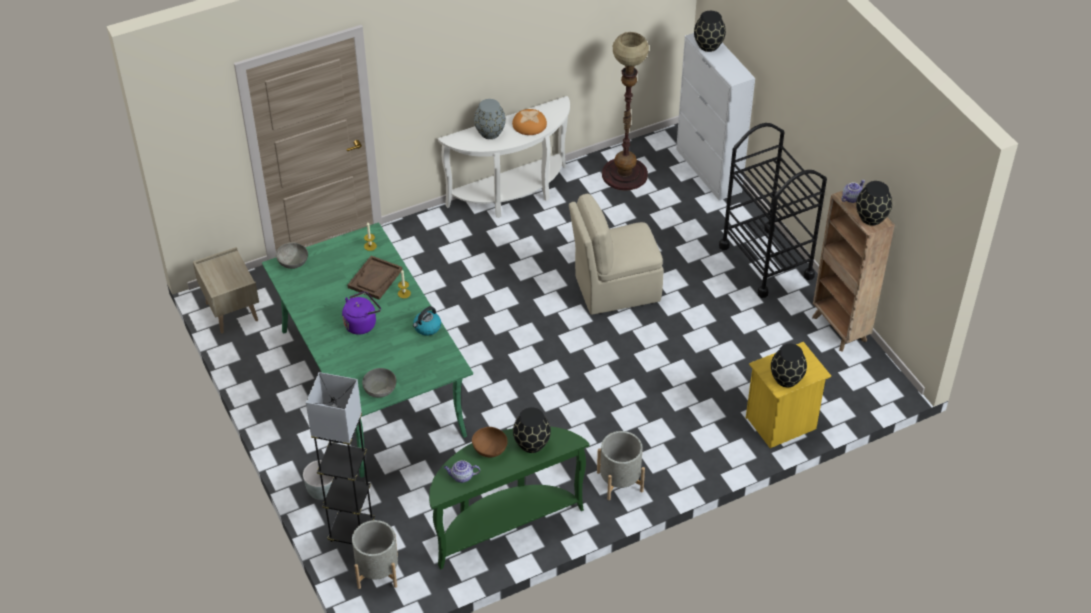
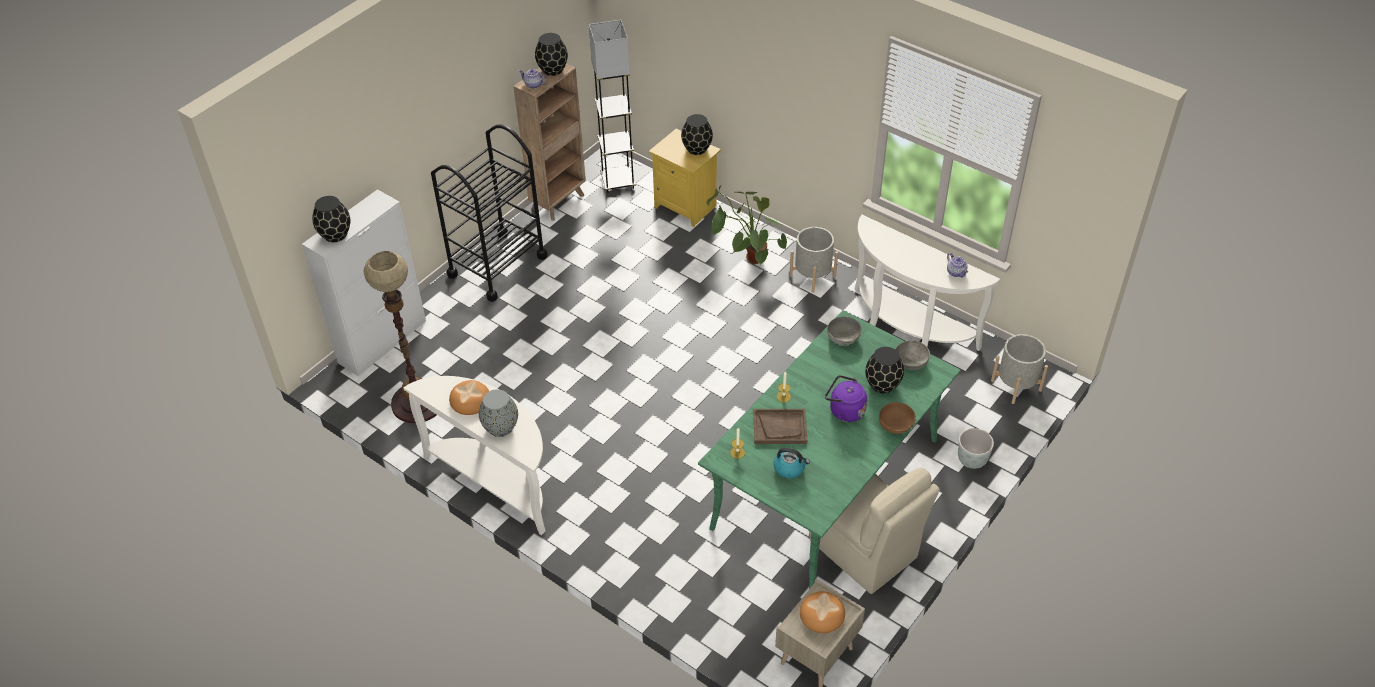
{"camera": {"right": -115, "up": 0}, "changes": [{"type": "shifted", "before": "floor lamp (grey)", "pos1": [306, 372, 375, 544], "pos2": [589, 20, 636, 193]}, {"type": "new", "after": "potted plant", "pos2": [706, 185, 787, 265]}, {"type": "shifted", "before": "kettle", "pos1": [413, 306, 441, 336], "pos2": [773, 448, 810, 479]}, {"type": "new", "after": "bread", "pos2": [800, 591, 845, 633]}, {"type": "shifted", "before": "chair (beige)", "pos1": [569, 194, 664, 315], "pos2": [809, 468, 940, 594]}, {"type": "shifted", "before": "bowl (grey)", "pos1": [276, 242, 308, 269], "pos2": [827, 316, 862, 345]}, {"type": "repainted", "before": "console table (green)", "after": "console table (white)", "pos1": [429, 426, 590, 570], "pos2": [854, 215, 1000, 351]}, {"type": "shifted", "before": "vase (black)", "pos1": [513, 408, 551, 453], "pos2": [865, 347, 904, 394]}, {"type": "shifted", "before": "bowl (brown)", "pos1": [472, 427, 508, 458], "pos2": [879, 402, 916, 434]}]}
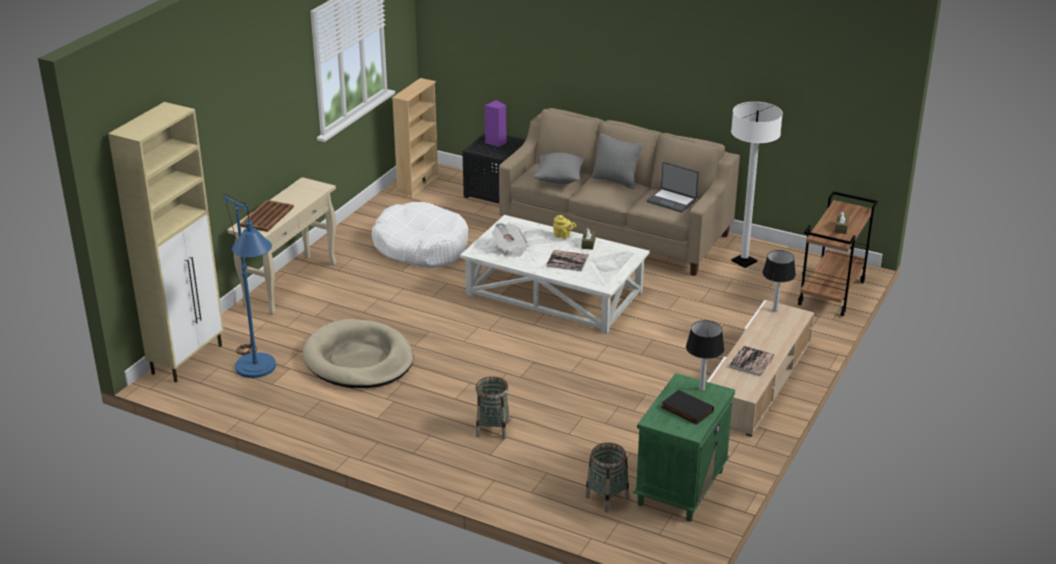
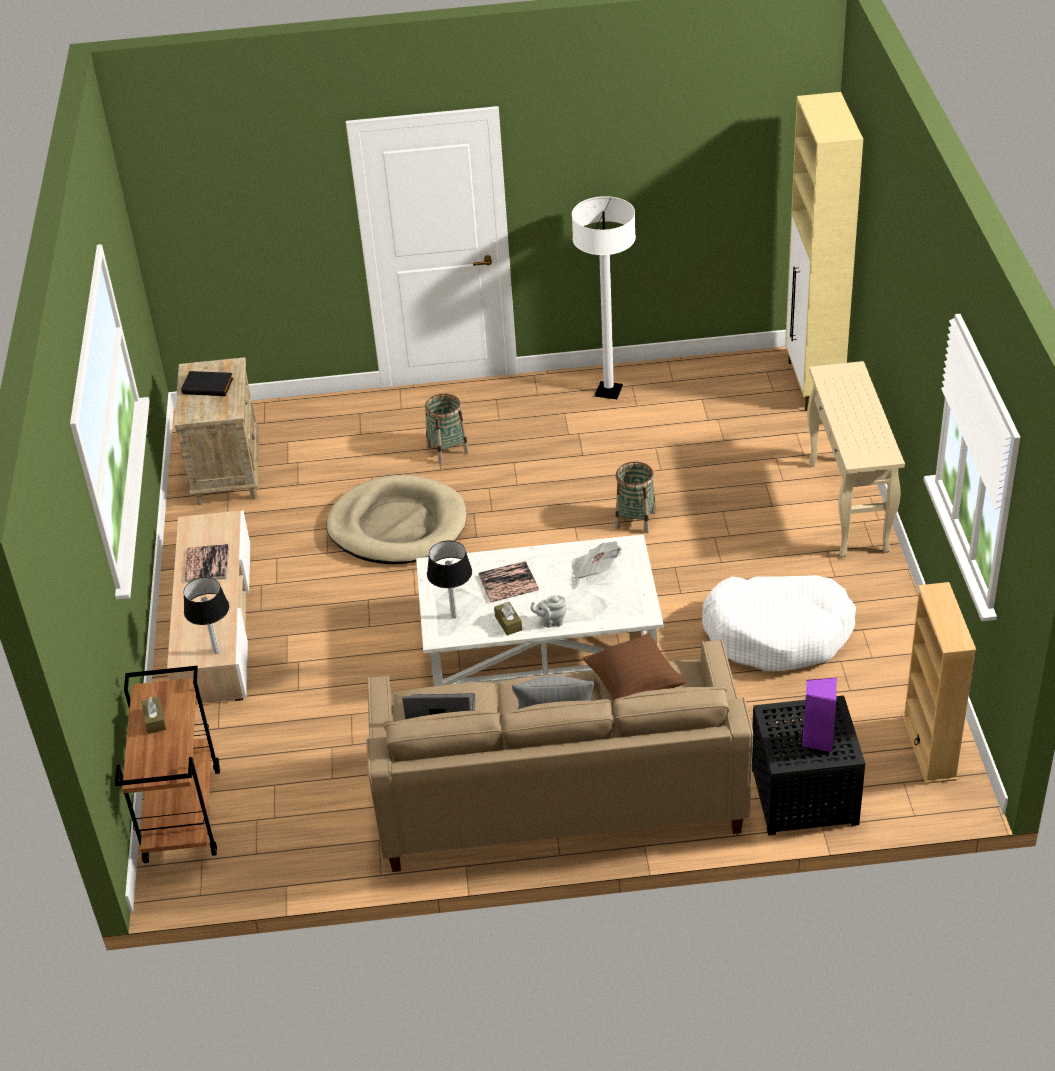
{"camera": {"right": 150, "up": 10}, "changes": [{"type": "repainted", "before": "nightstand (green)", "after": "nightstand (beige)", "pos1": [633, 373, 735, 522], "pos2": [174, 357, 259, 505]}, {"type": "shifted", "before": "dog bed (beige)", "pos1": [303, 319, 414, 388], "pos2": [327, 475, 467, 564]}, {"type": "shifted", "before": "table lamp", "pos1": [686, 320, 724, 391], "pos2": [427, 541, 472, 618]}, {"type": "repainted", "before": "teapot (yellow)", "after": "teapot (grey)", "pos1": [553, 215, 576, 239], "pos2": [530, 595, 567, 628]}, {"type": "shifted", "before": "floor lamp (white)", "pos1": [731, 102, 783, 268], "pos2": [572, 196, 636, 399]}, {"type": "repainted", "before": "pillow (grey)", "after": "pillow (brown)", "pos1": [533, 153, 585, 184], "pos2": [583, 633, 686, 700]}, {"type": "shifted", "before": "basket", "pos1": [585, 443, 629, 512], "pos2": [615, 462, 656, 533]}, {"type": "gone", "before": "floor lamp (blue)", "pos1": [224, 194, 276, 378]}, {"type": "gone", "before": "tray (brown)", "pos1": [240, 200, 294, 232]}]}
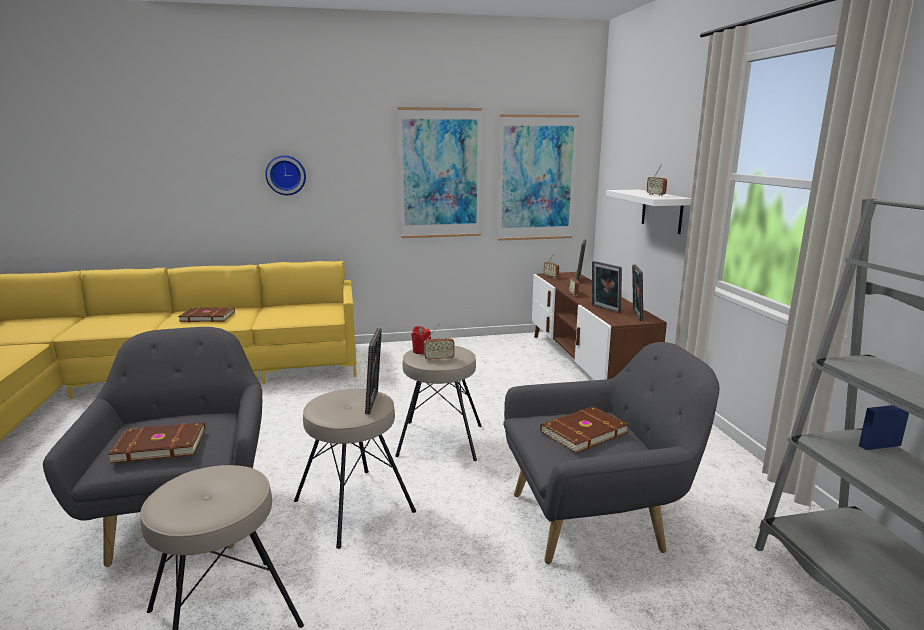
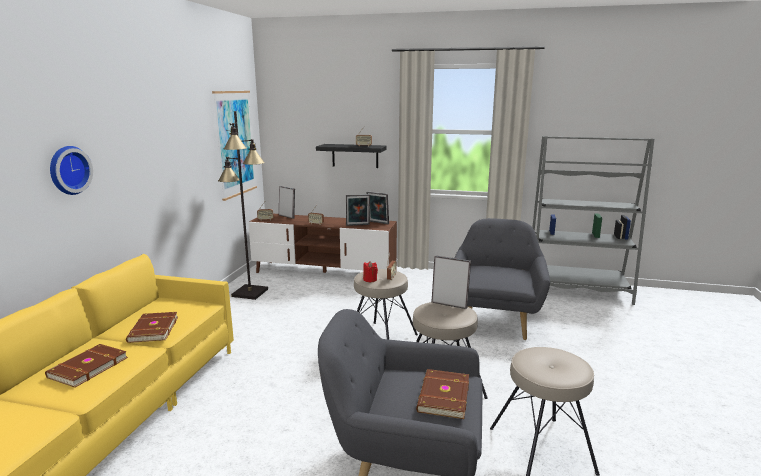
{"camera": {"right": -65, "up": 0}, "changes": [{"type": "shifted", "before": "book (brown)", "pos1": [540, 406, 629, 453], "pos2": [126, 312, 178, 343]}, {"type": "new", "after": "floor lamp (black)", "pos2": [218, 111, 268, 300]}, {"type": "repainted", "before": "shelf (white)", "after": "shelf (black)", "pos1": [606, 190, 691, 234], "pos2": [316, 144, 387, 168]}, {"type": "gone", "before": "picture", "pos1": [397, 107, 482, 238]}]}
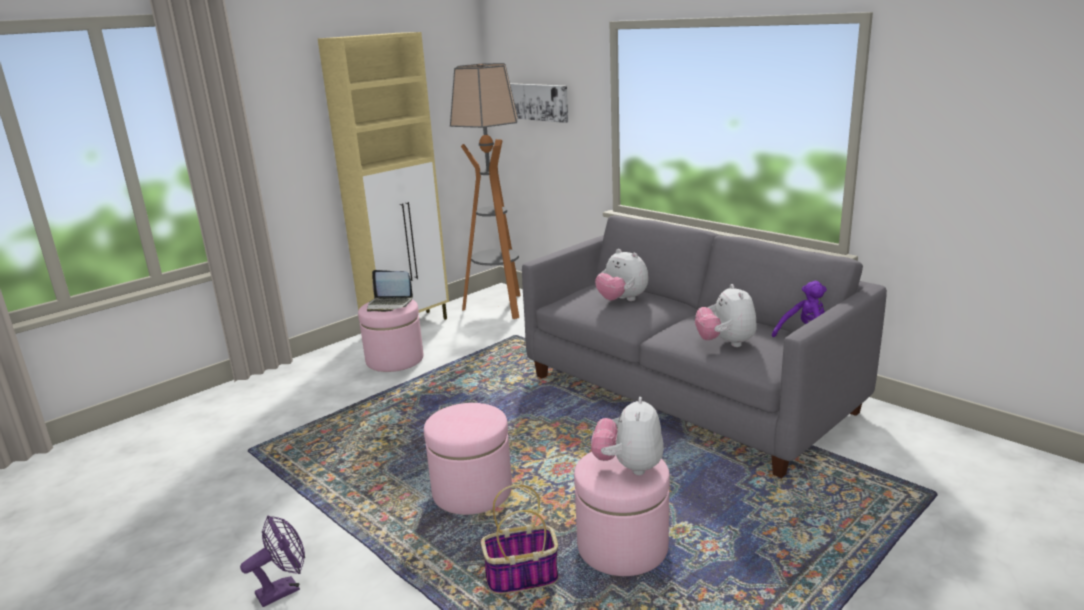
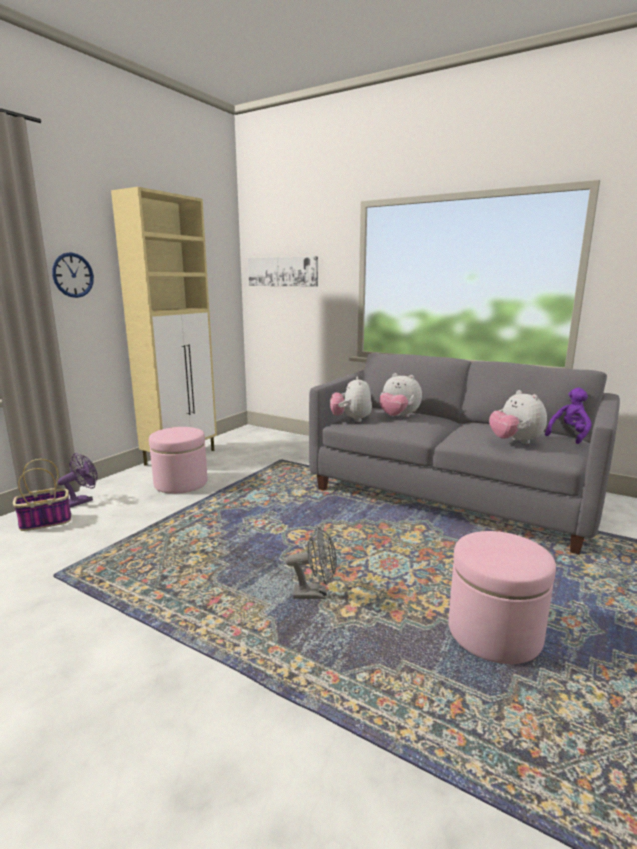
{"camera": {"right": -15, "up": -5}, "changes": [{"type": "shifted", "before": "basket", "pos1": [481, 484, 558, 594], "pos2": [13, 459, 71, 531]}, {"type": "new", "after": "wall clock", "pos2": [52, 252, 94, 298]}, {"type": "shifted", "before": "fan (purple)", "pos1": [240, 515, 305, 607], "pos2": [58, 453, 98, 507]}, {"type": "swapped", "before": "ottoman (pink)", "after": "fan (grey)", "pos1": [424, 403, 512, 515], "pos2": [285, 527, 337, 599]}, {"type": "shifted", "before": "plush toy", "pos1": [591, 397, 664, 475], "pos2": [330, 376, 372, 422]}, {"type": "gone", "before": "laptop", "pos1": [367, 270, 413, 312]}, {"type": "gone", "before": "floor lamp", "pos1": [450, 63, 521, 319]}]}
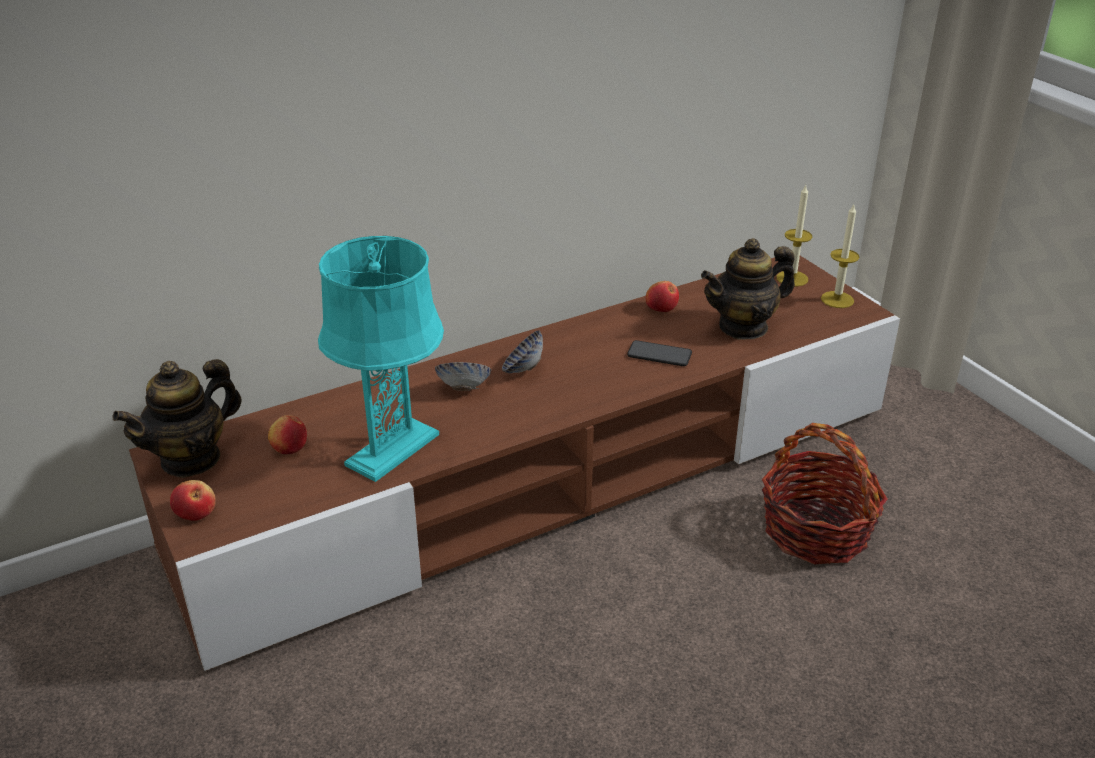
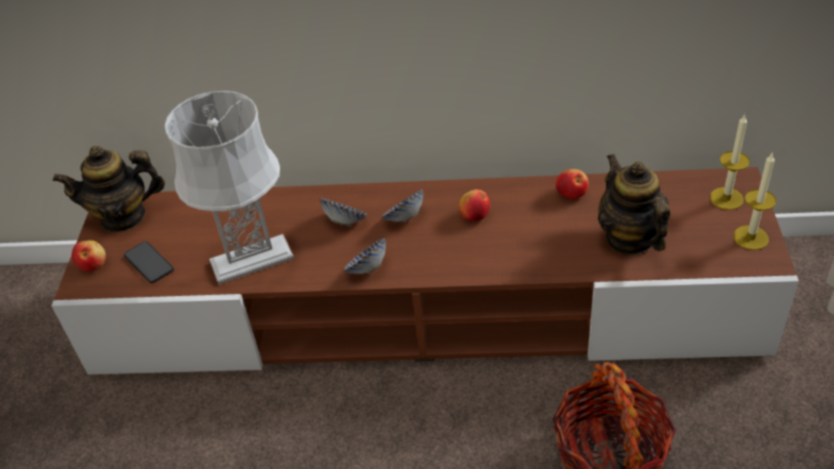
{"camera": {"right": 35, "up": 10}, "changes": [{"type": "shifted", "before": "phone", "pos1": [627, 340, 692, 366], "pos2": [124, 241, 174, 283]}, {"type": "repainted", "before": "table lamp (turquoise)", "after": "table lamp (grey)", "pos1": [318, 236, 444, 482], "pos2": [165, 90, 294, 285]}, {"type": "new", "after": "bowl", "pos2": [344, 238, 386, 274]}, {"type": "shifted", "before": "apple", "pos1": [268, 415, 307, 454], "pos2": [459, 189, 490, 222]}, {"type": "rotated", "before": "teapot", "pos1": [701, 238, 795, 340], "pos2": [598, 154, 670, 255], "turn": 60}]}
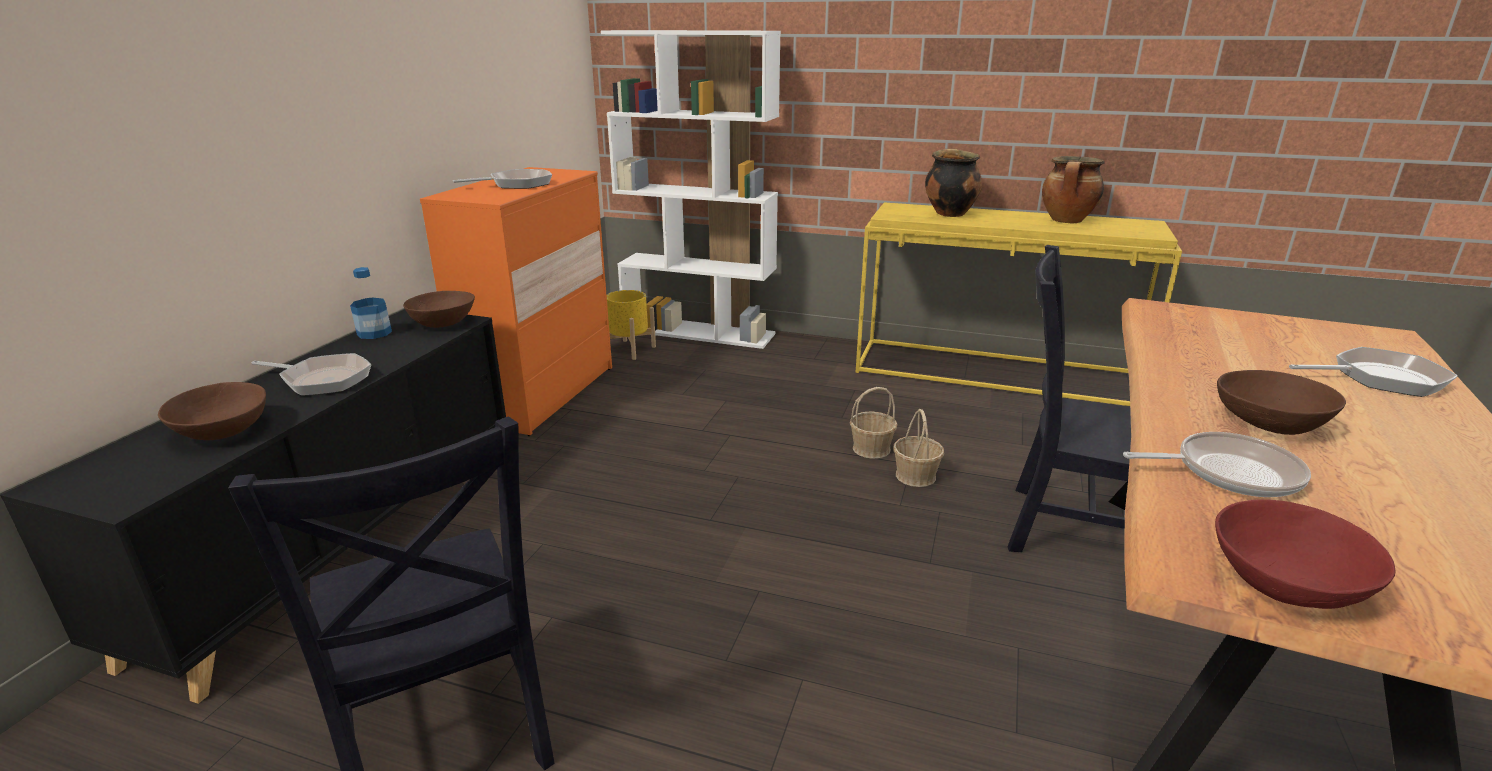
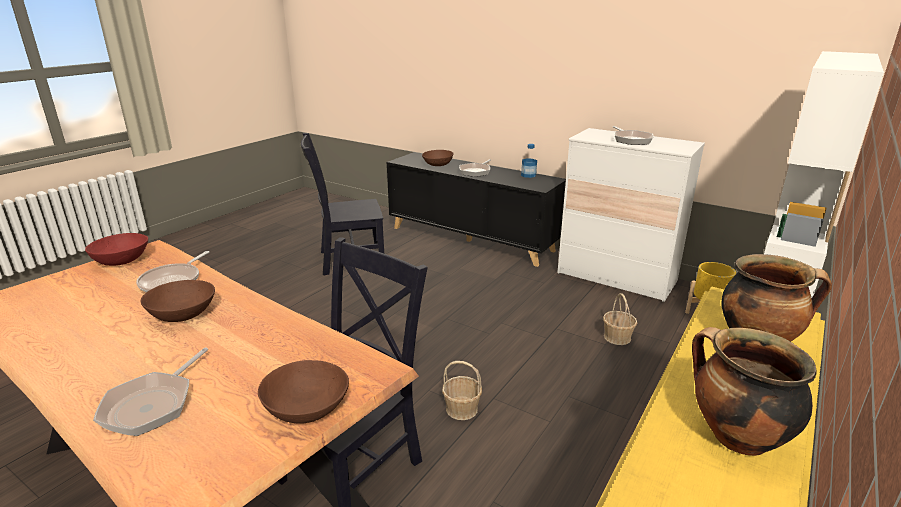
{"camera": {"right": 105, "up": 0}, "changes": [{"type": "shifted", "before": "bowl (brown)", "pos1": [403, 291, 475, 328], "pos2": [258, 360, 349, 424]}, {"type": "repainted", "before": "dresser (orange)", "after": "dresser (white)", "pos1": [420, 167, 612, 436], "pos2": [557, 128, 705, 302]}, {"type": "shifted", "before": "basket", "pos1": [850, 387, 897, 459], "pos2": [603, 293, 637, 345]}]}
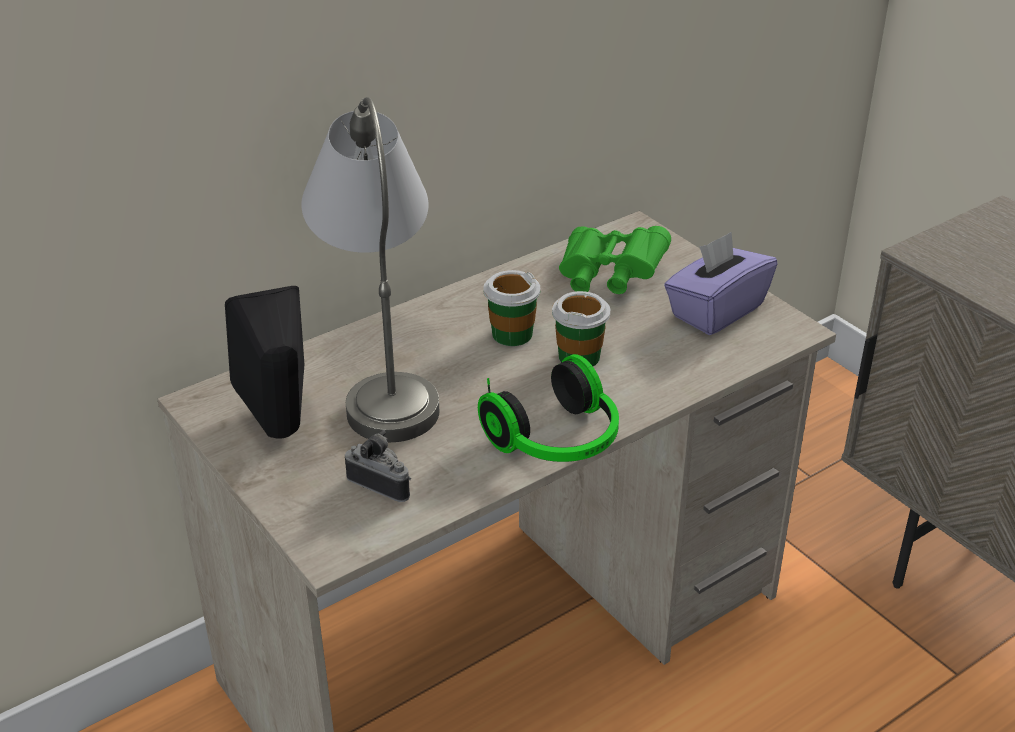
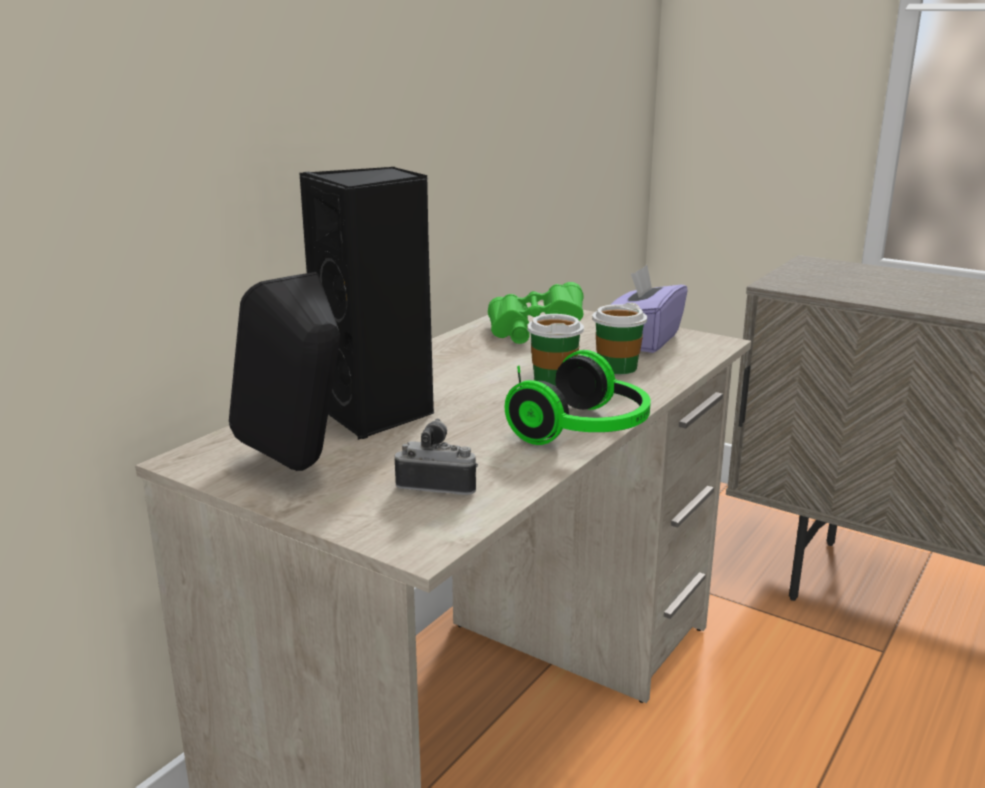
{"camera": {"right": -20, "up": -15}, "changes": [{"type": "swapped", "before": "table lamp (grey)", "after": "speaker (black)", "pos1": [301, 97, 439, 442], "pos2": [299, 167, 434, 440]}, {"type": "shifted", "before": "cup", "pos1": [483, 270, 540, 346], "pos2": [592, 303, 647, 374]}]}
